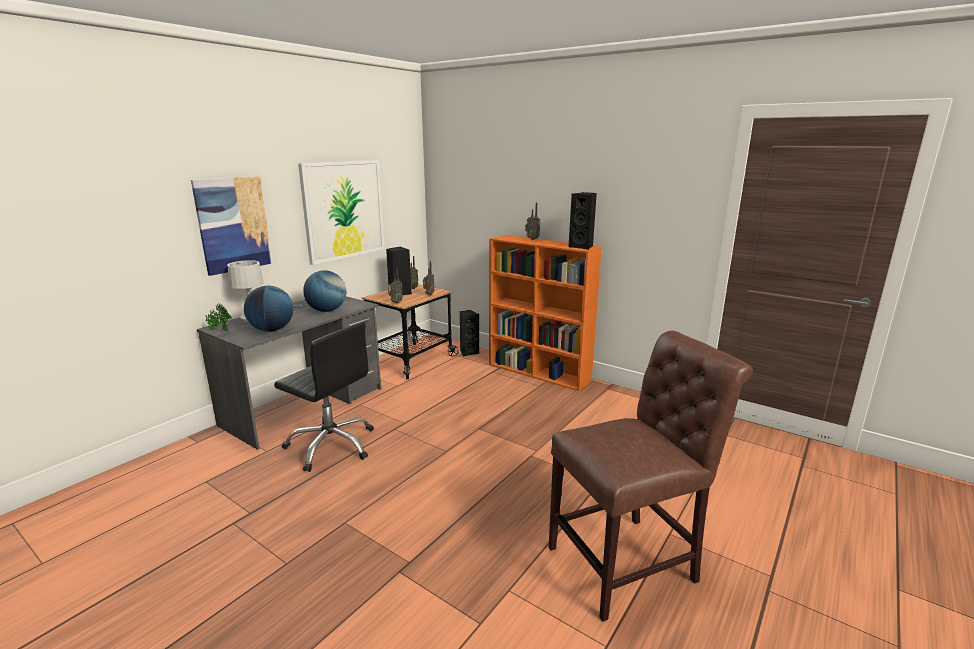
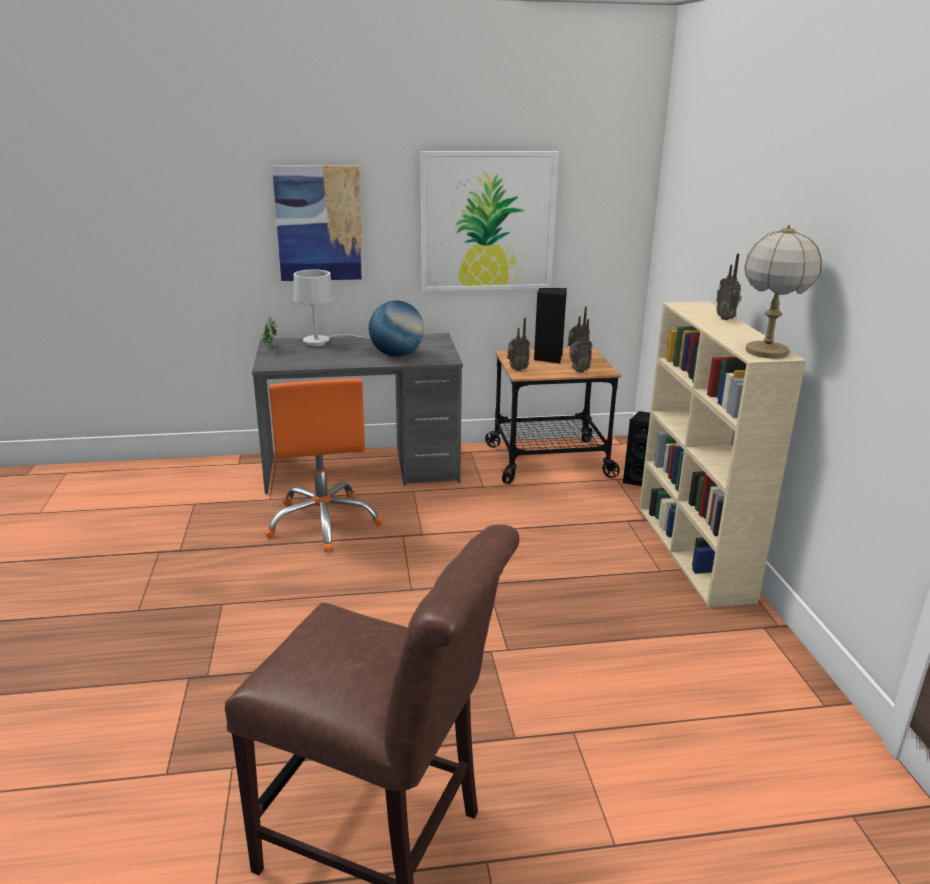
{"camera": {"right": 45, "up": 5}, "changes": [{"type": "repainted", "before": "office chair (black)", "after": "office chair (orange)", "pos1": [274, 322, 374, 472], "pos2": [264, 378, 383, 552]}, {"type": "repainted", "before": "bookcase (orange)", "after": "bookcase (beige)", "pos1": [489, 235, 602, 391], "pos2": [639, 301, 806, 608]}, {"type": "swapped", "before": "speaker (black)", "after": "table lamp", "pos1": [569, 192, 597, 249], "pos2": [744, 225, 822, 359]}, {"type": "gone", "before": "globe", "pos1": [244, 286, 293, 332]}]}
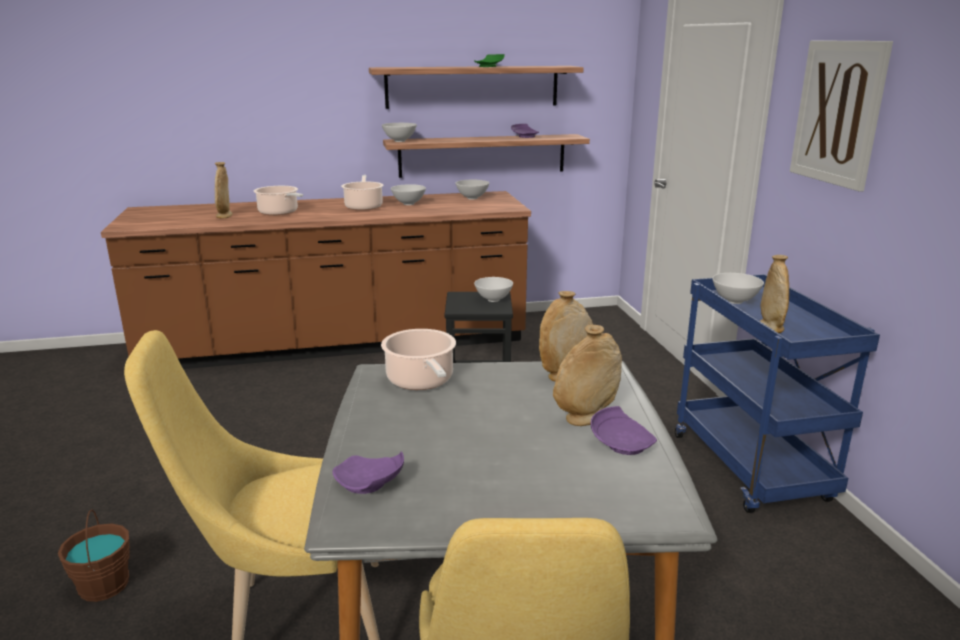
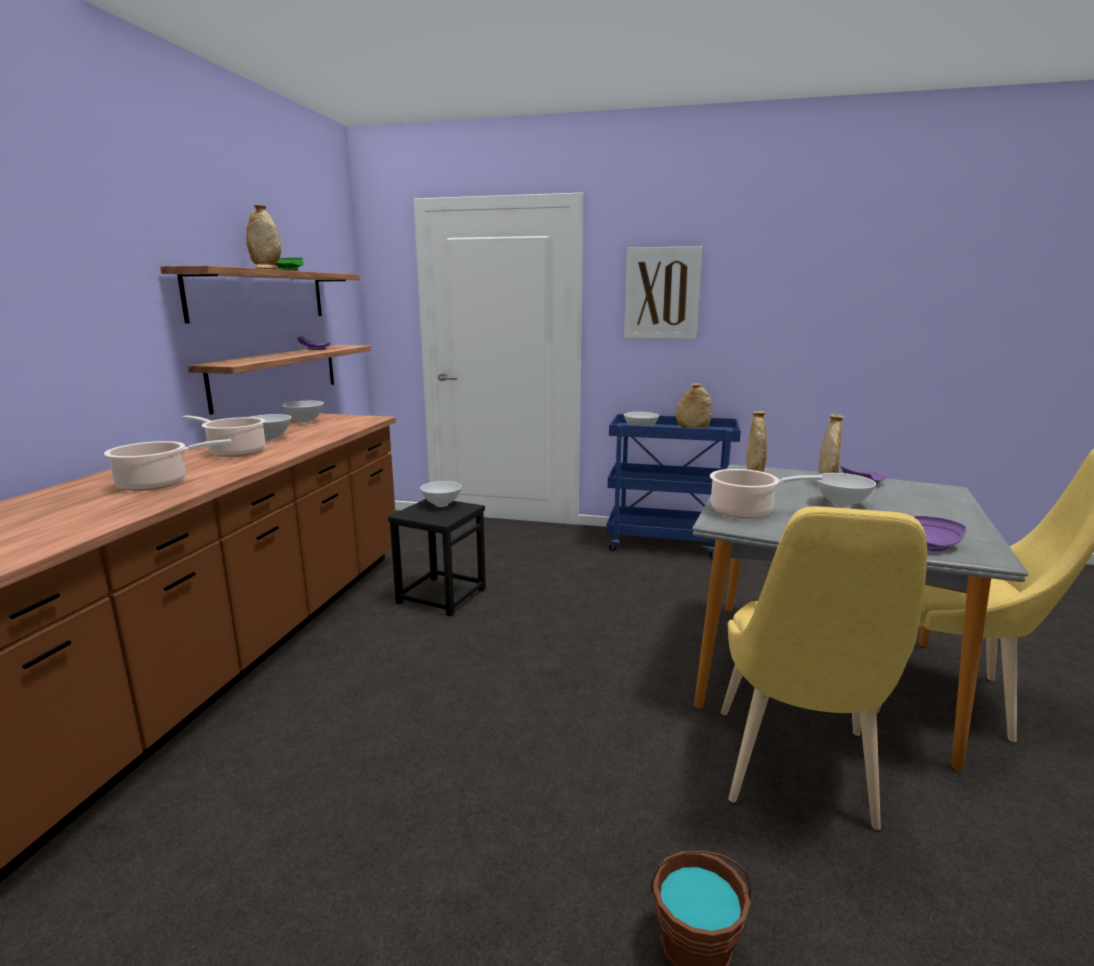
{"camera": {"right": -65, "up": -5}, "changes": [{"type": "shifted", "before": "vase (beige)", "pos1": [215, 162, 233, 218], "pos2": [246, 205, 281, 270]}, {"type": "shifted", "before": "bowl (white)", "pos1": [382, 123, 417, 142], "pos2": [816, 473, 876, 507]}]}
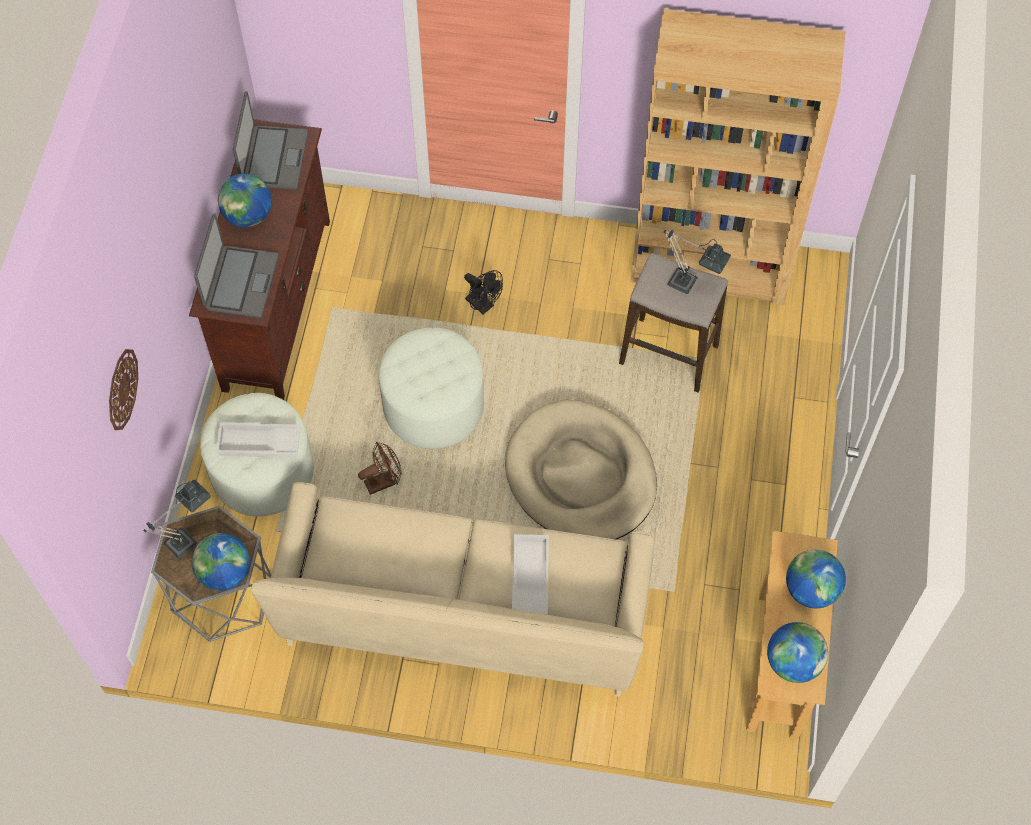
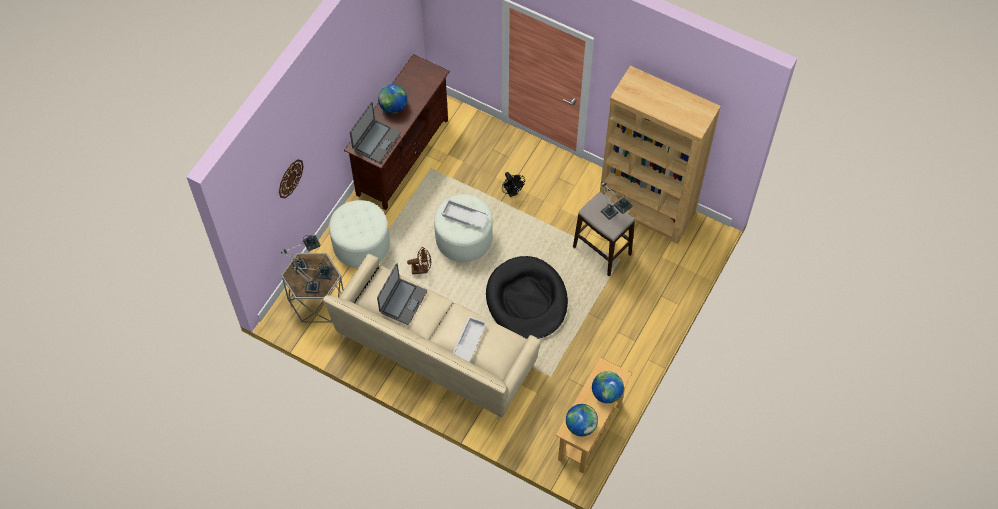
{"camera": {"right": 20, "up": 0}, "changes": [{"type": "swapped", "before": "globe", "after": "table lamp", "pos1": [192, 533, 250, 591], "pos2": [293, 263, 333, 294]}, {"type": "shifted", "before": "laptop", "pos1": [233, 91, 308, 190], "pos2": [377, 264, 427, 325]}, {"type": "shifted", "before": "tray (white)", "pos1": [216, 422, 301, 457], "pos2": [441, 199, 489, 228]}, {"type": "repainted", "before": "dog bed (beige)", "after": "dog bed (black)", "pos1": [505, 399, 657, 540], "pos2": [486, 256, 568, 339]}]}
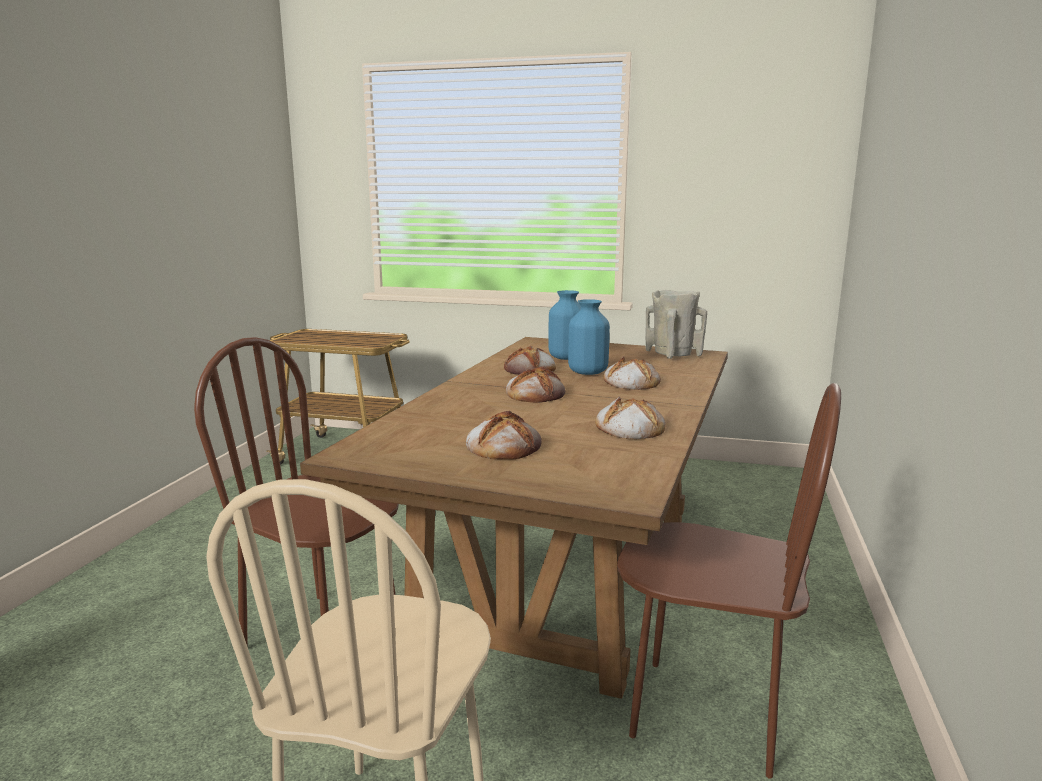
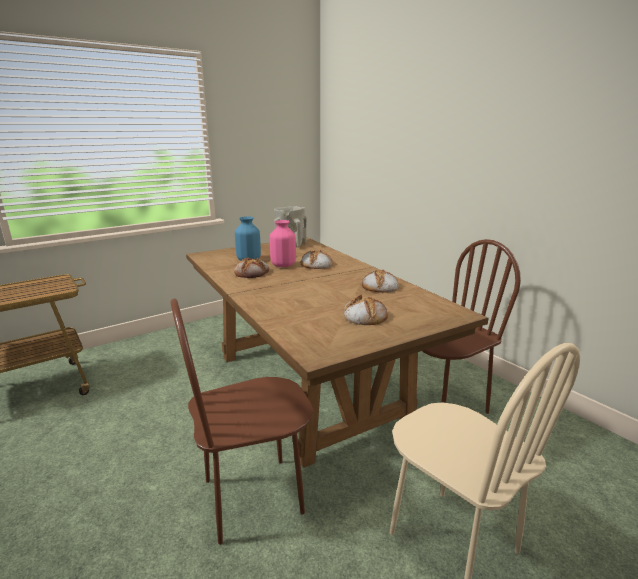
{"camera": {"right": -50, "up": 5}, "changes": [{"type": "repainted", "before": "vase (blue)", "after": "vase (pink)", "pos1": [568, 299, 610, 375], "pos2": [270, 220, 296, 267]}, {"type": "gone", "before": "bread", "pos1": [506, 366, 566, 403]}]}
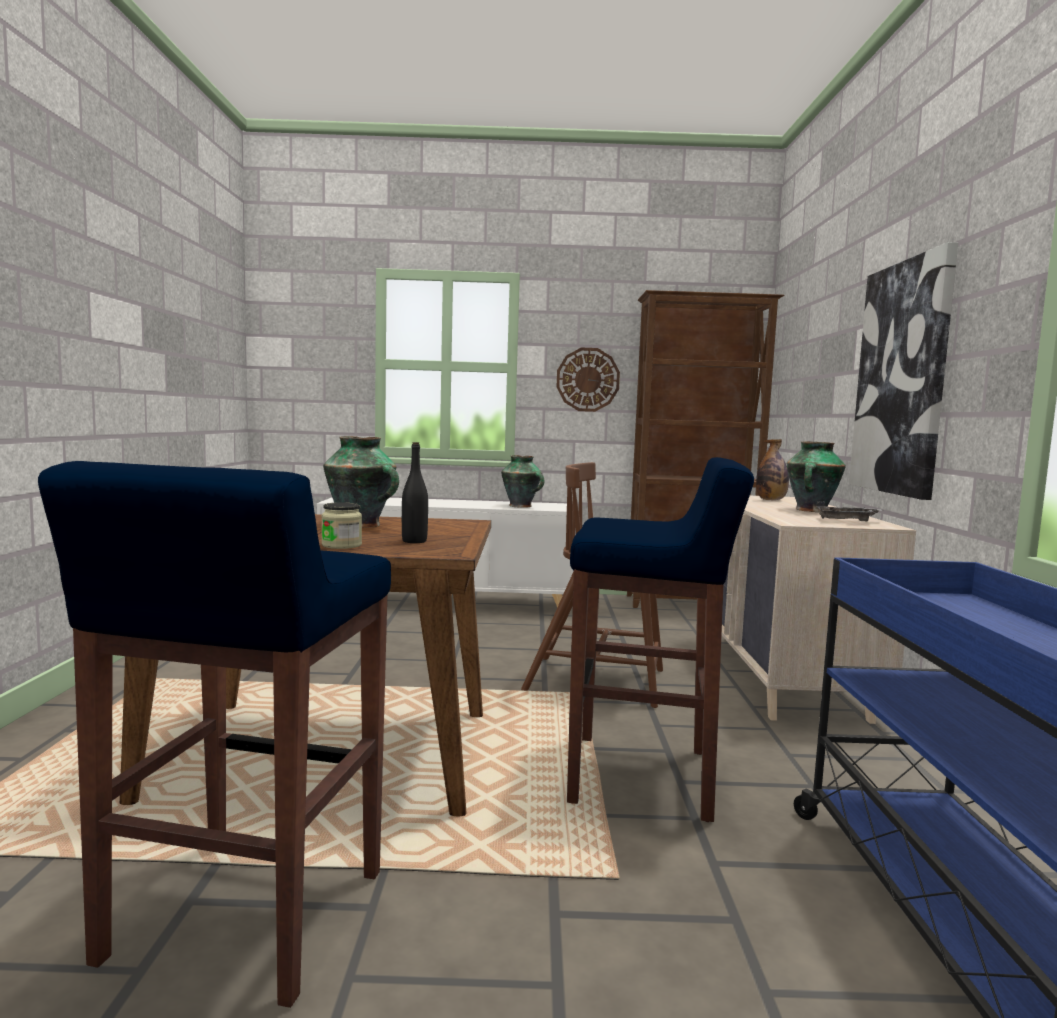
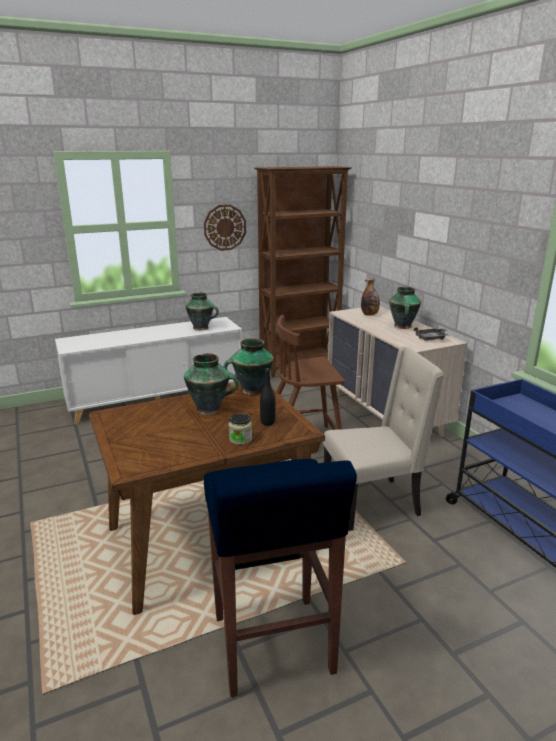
{"camera": {"right": -25, "up": 15}, "changes": [{"type": "new", "after": "vase", "pos2": [224, 338, 274, 395]}, {"type": "swapped", "before": "stool (blue)", "after": "chair (beige)", "pos1": [567, 457, 754, 822], "pos2": [323, 346, 444, 531]}, {"type": "gone", "before": "picture", "pos1": [849, 242, 958, 500]}]}
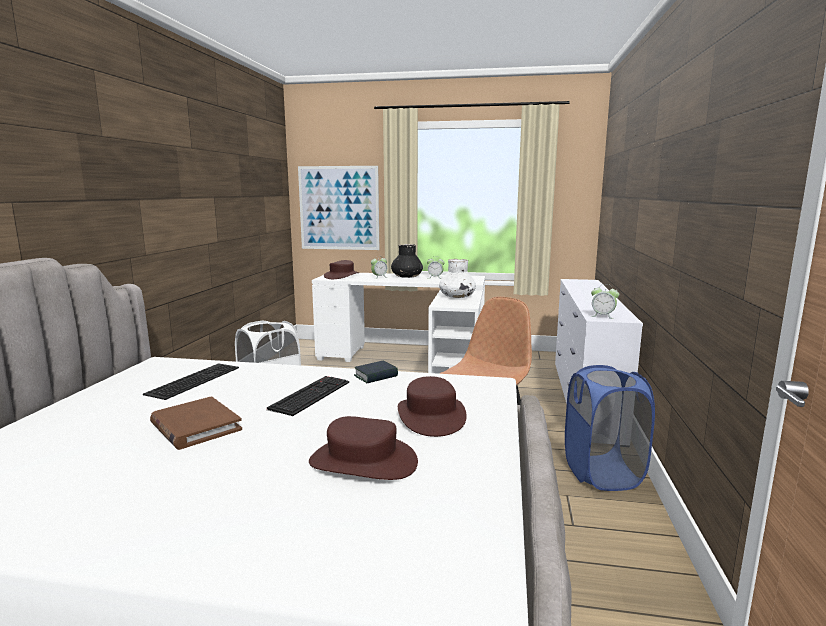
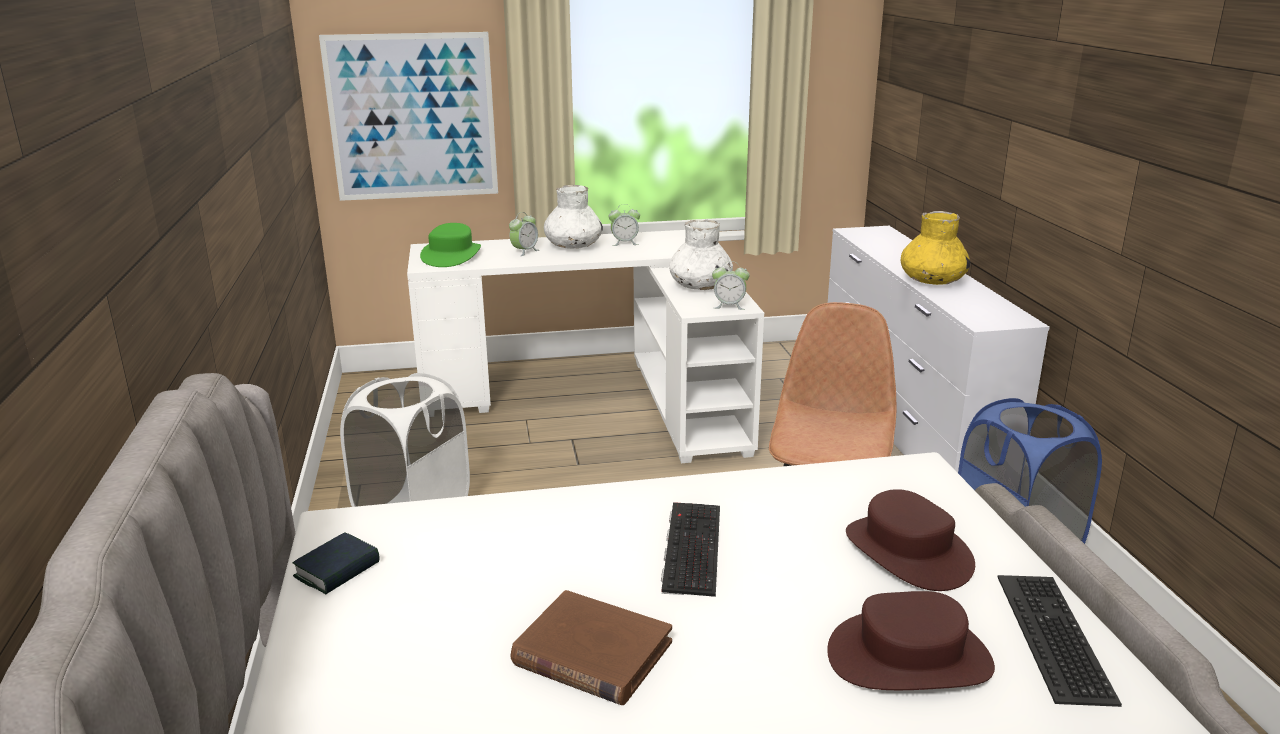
{"camera": {"right": -20, "up": 10}, "changes": [{"type": "shifted", "before": "book", "pos1": [354, 361, 398, 383], "pos2": [292, 532, 380, 594]}, {"type": "repainted", "before": "hat (brown)", "after": "hat (green)", "pos1": [324, 260, 359, 279], "pos2": [420, 223, 481, 267]}, {"type": "repainted", "before": "vase (black)", "after": "vase (white)", "pos1": [391, 244, 423, 278], "pos2": [544, 185, 603, 249]}, {"type": "shifted", "before": "alarm clock", "pos1": [591, 284, 619, 319], "pos2": [712, 261, 750, 310]}, {"type": "new", "after": "vase (yellow)", "pos2": [901, 211, 971, 285]}, {"type": "shifted", "before": "keyboard", "pos1": [143, 363, 239, 400], "pos2": [998, 575, 1122, 707]}]}
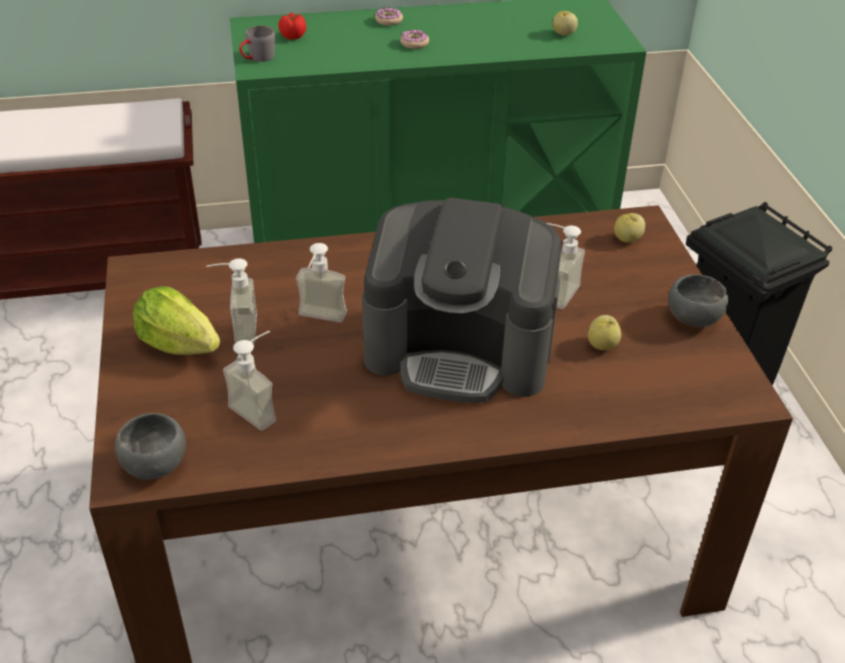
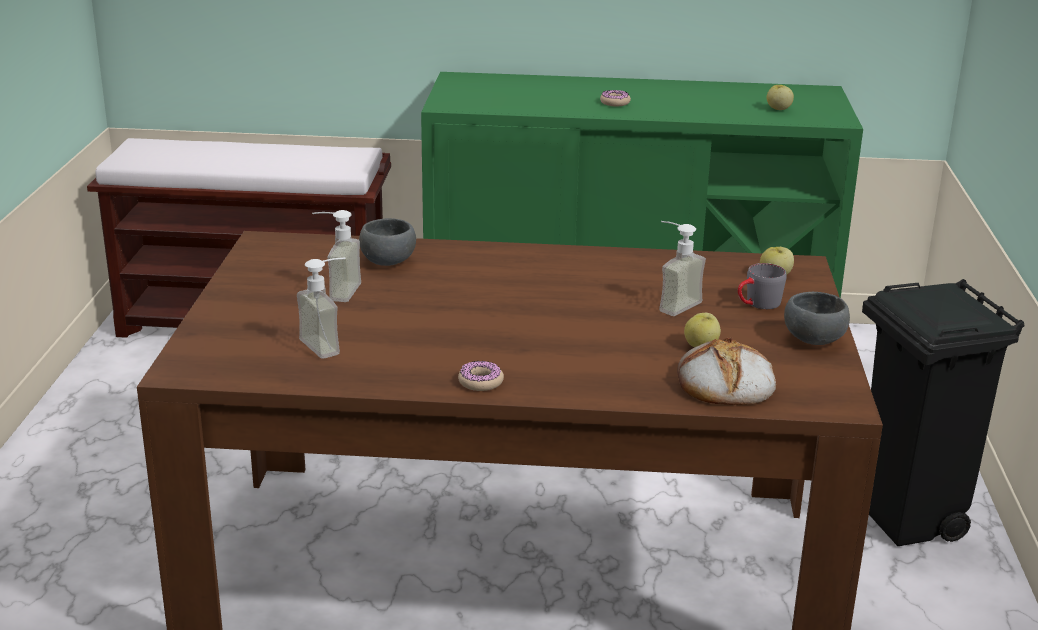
{"camera": {"right": 15, "up": -15}, "changes": [{"type": "shifted", "before": "bowl (grey)", "pos1": [115, 413, 186, 480], "pos2": [359, 218, 416, 266]}, {"type": "shifted", "before": "donut", "pos1": [375, 8, 403, 26], "pos2": [458, 361, 504, 391]}, {"type": "new", "after": "bread", "pos2": [677, 338, 776, 405]}, {"type": "shifted", "before": "mug (grey)", "pos1": [239, 26, 275, 62], "pos2": [738, 263, 787, 309]}, {"type": "gone", "before": "lettuce", "pos1": [133, 286, 220, 355]}, {"type": "gone", "before": "tomato", "pos1": [278, 13, 306, 39]}, {"type": "gone", "before": "soap dispenser", "pos1": [296, 243, 347, 323]}, {"type": "gone", "before": "coffee machine", "pos1": [362, 198, 562, 403]}]}
